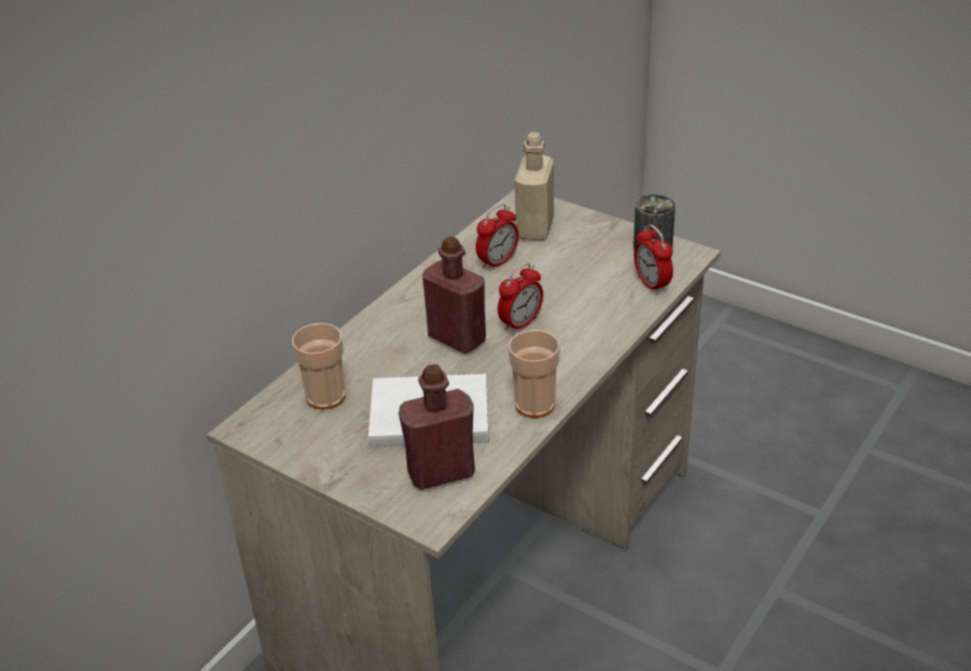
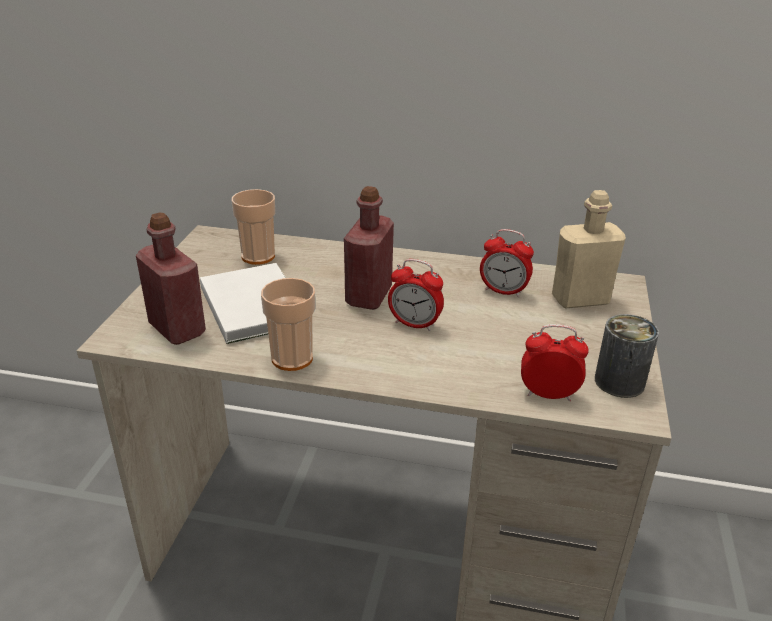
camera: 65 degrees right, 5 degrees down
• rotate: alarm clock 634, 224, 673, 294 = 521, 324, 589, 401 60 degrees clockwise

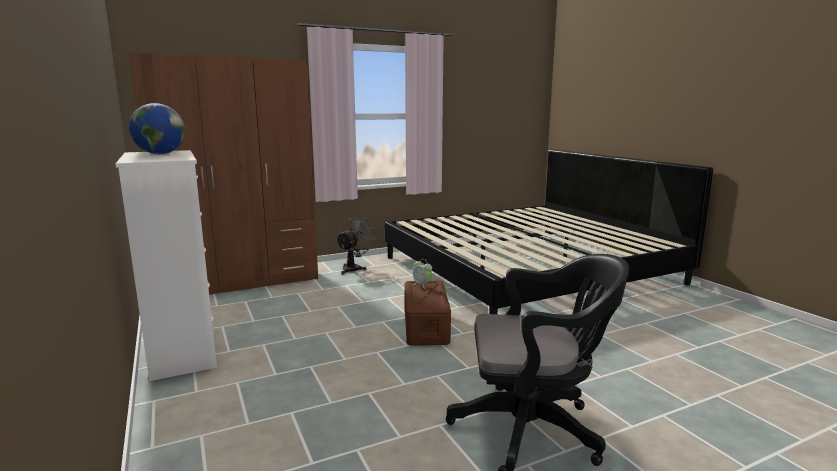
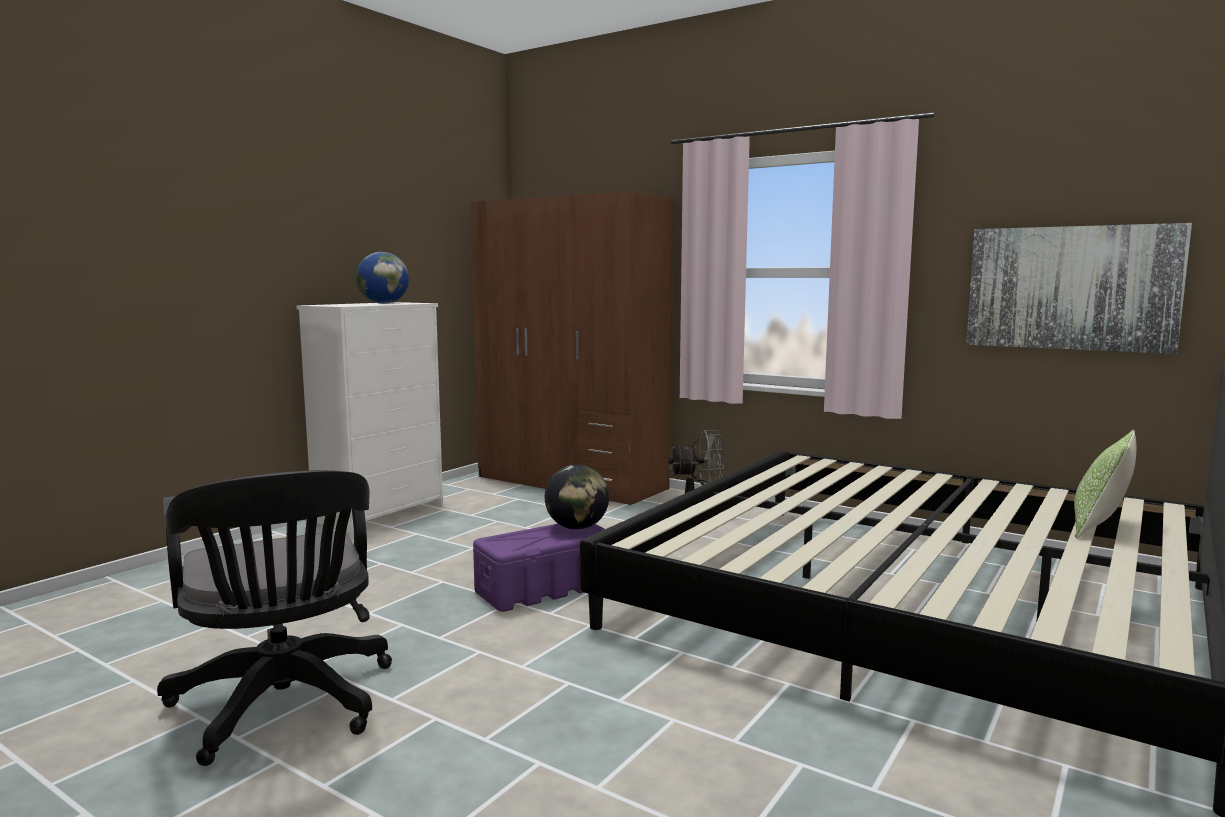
camera: 60 degrees right, 5 degrees down
• recolor: brownish storage container 405, 281, 451, 346 to purple-coloured storage container 473, 524, 605, 612
• replace: alarm clock 413, 259, 432, 289 to globe 545, 465, 609, 530
• insert: picture 966, 223, 1192, 354
• insert: throw pillow 1074, 430, 1136, 539

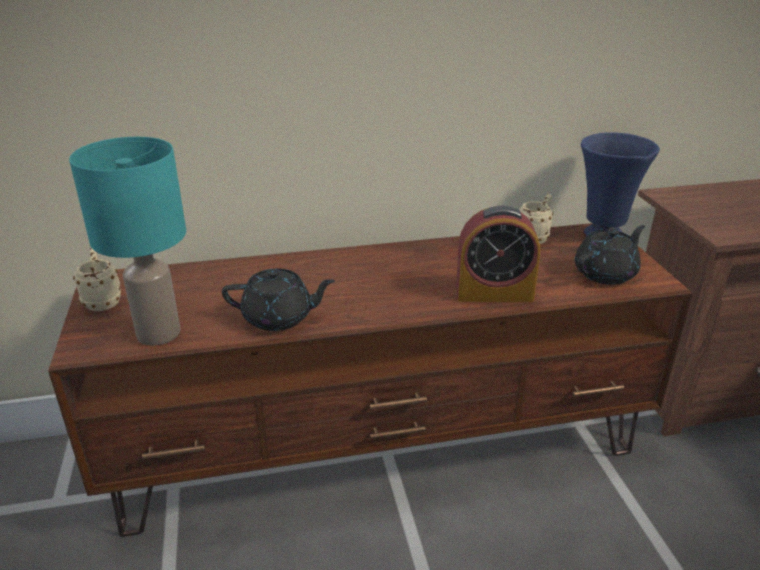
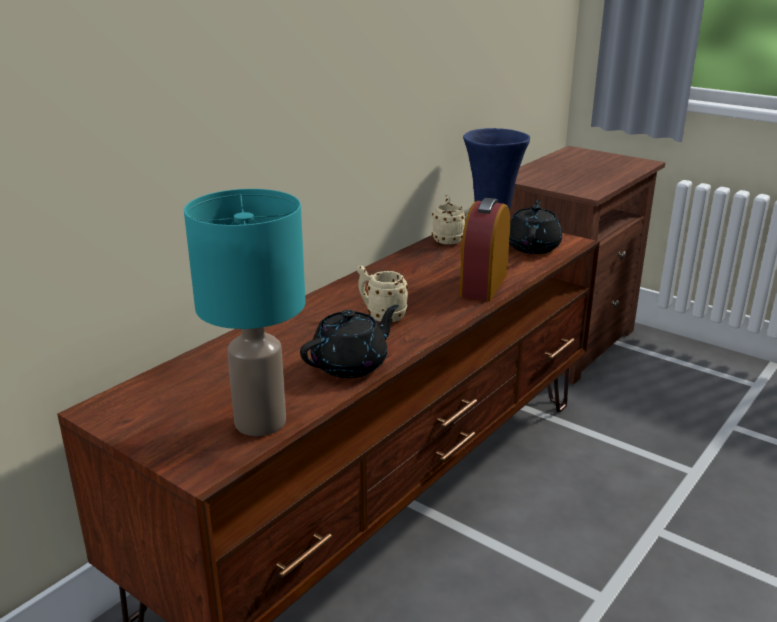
camera: 40 degrees left, 5 degrees down
• move: beige coffee mug 73, 248, 121, 311 to 357, 266, 408, 322
• rotate: alarm clock 456, 206, 540, 302 = 460, 198, 510, 301 150 degrees clockwise

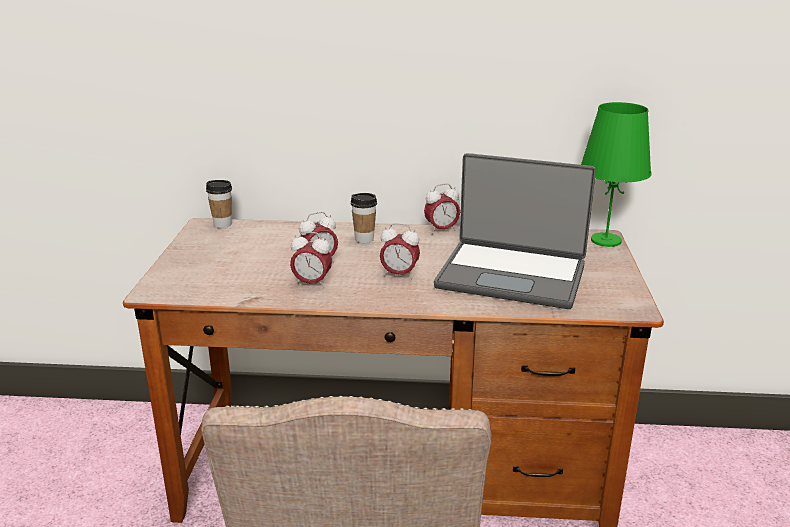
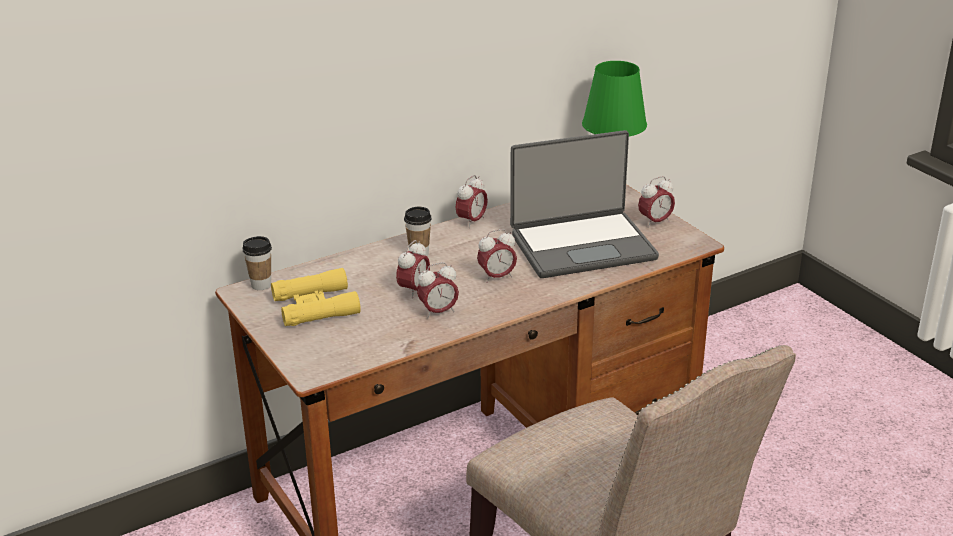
camera: 35 degrees left, 5 degrees up
• insert: yellow binoculars 271, 268, 361, 326
• insert: alarm clock 638, 176, 675, 228

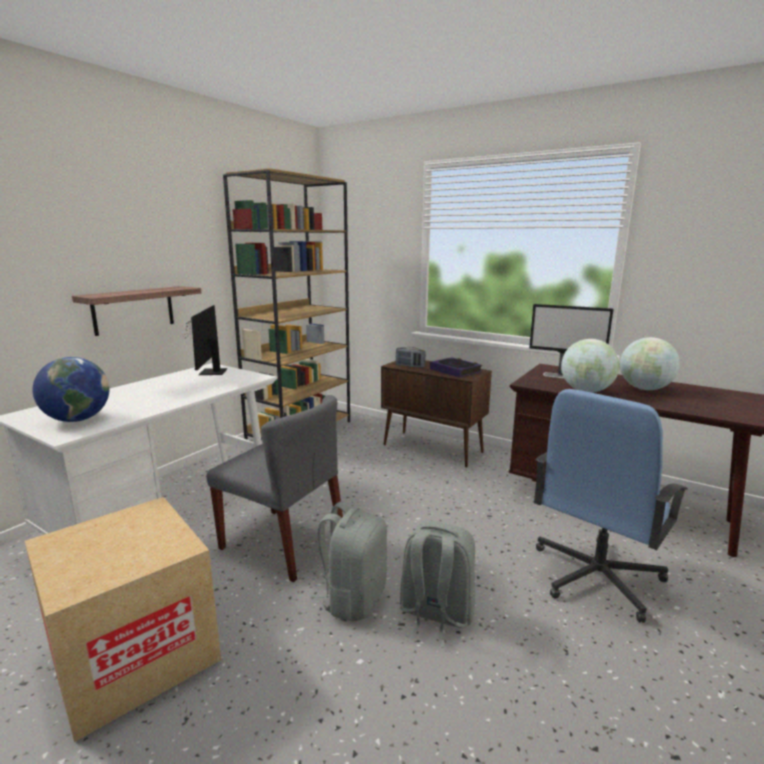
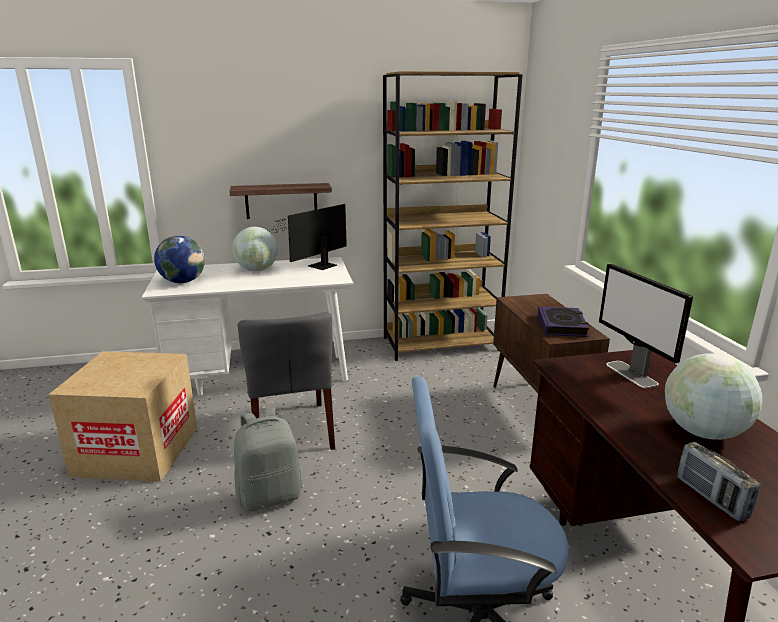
camera: 45 degrees right, 5 degrees up
• move: radio 396, 347, 426, 368 to 677, 442, 760, 521
• delete: greyish backpack 400, 521, 475, 648
• move: globe 561, 339, 619, 393 to 232, 227, 278, 271

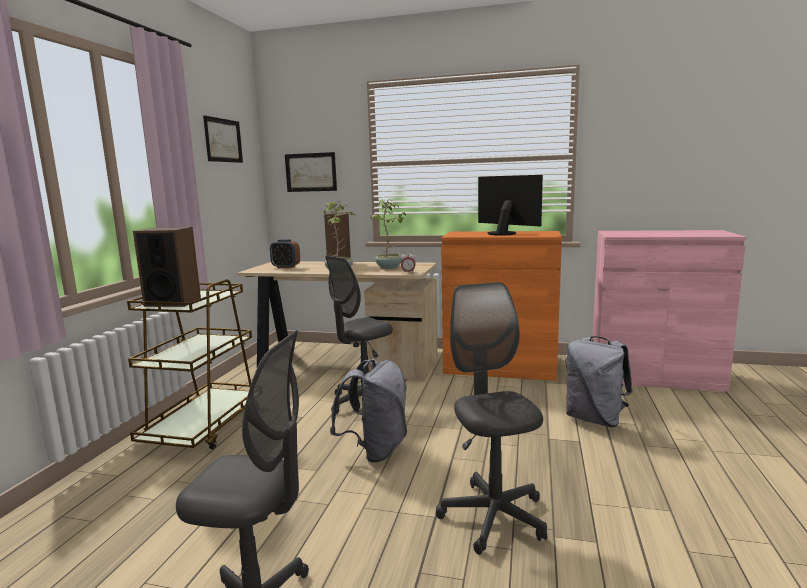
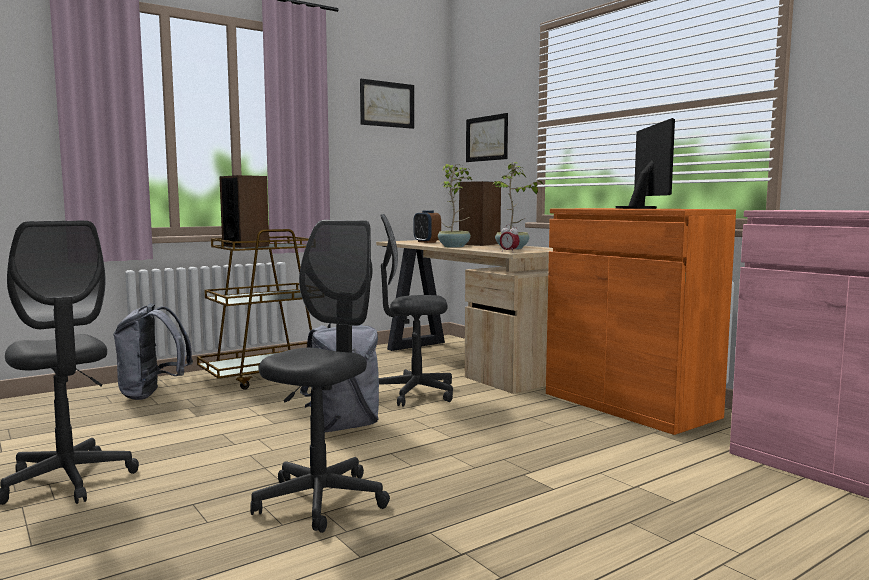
camera: 40 degrees right, 5 degrees down
• move: greyish backpack 566, 336, 633, 427 to 113, 303, 193, 400

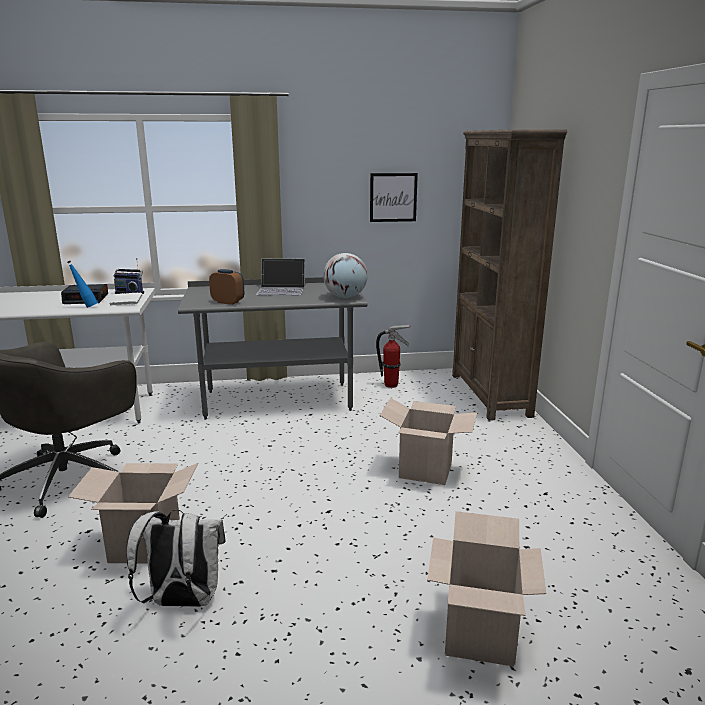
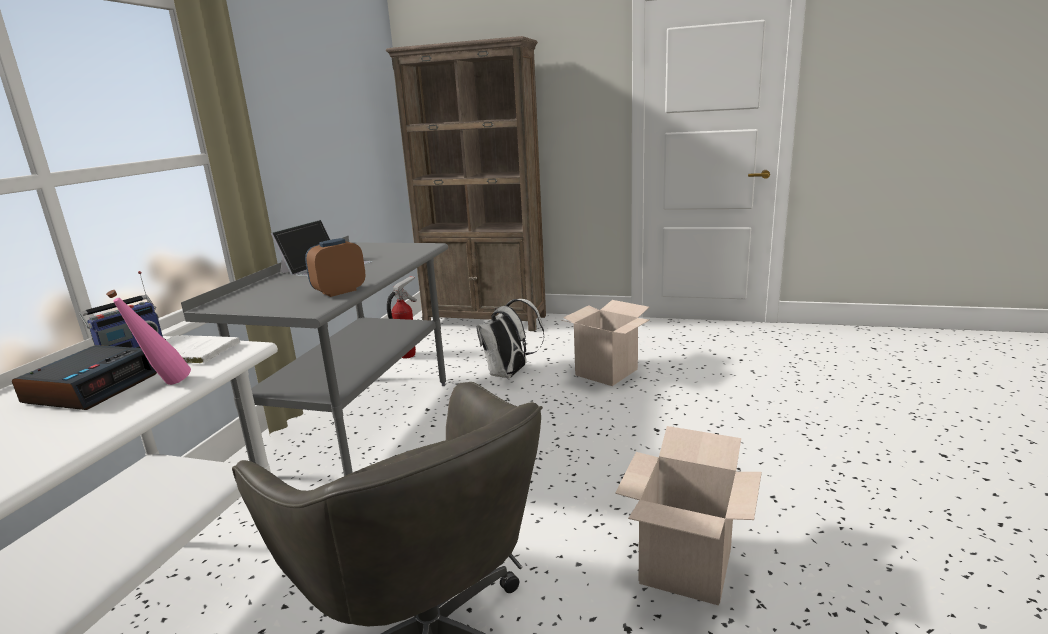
camera: 65 degrees left, 0 degrees up
• recolor: blue-coloured bottle 67, 261, 98, 308 to pink bottle 106, 290, 191, 385
• move: white-coloured backpack 127, 510, 226, 607 to 476, 299, 544, 379
• delete: globe 323, 253, 368, 298
• delete: picture 370, 173, 418, 222
• delete: cardboard box 427, 511, 546, 666

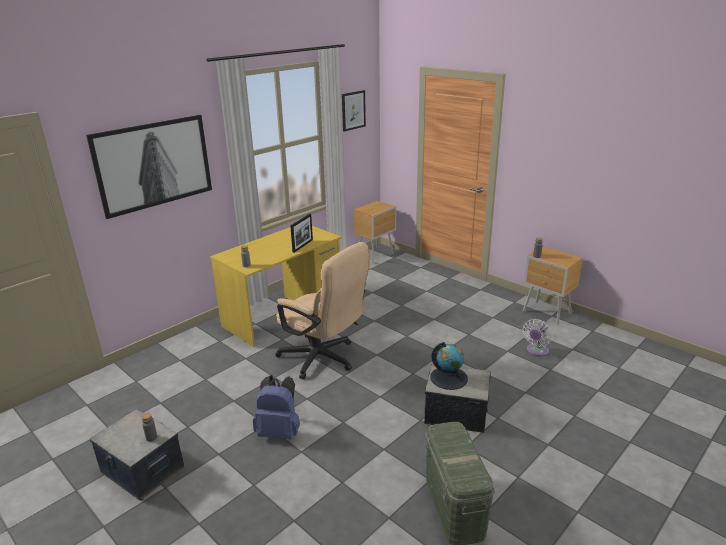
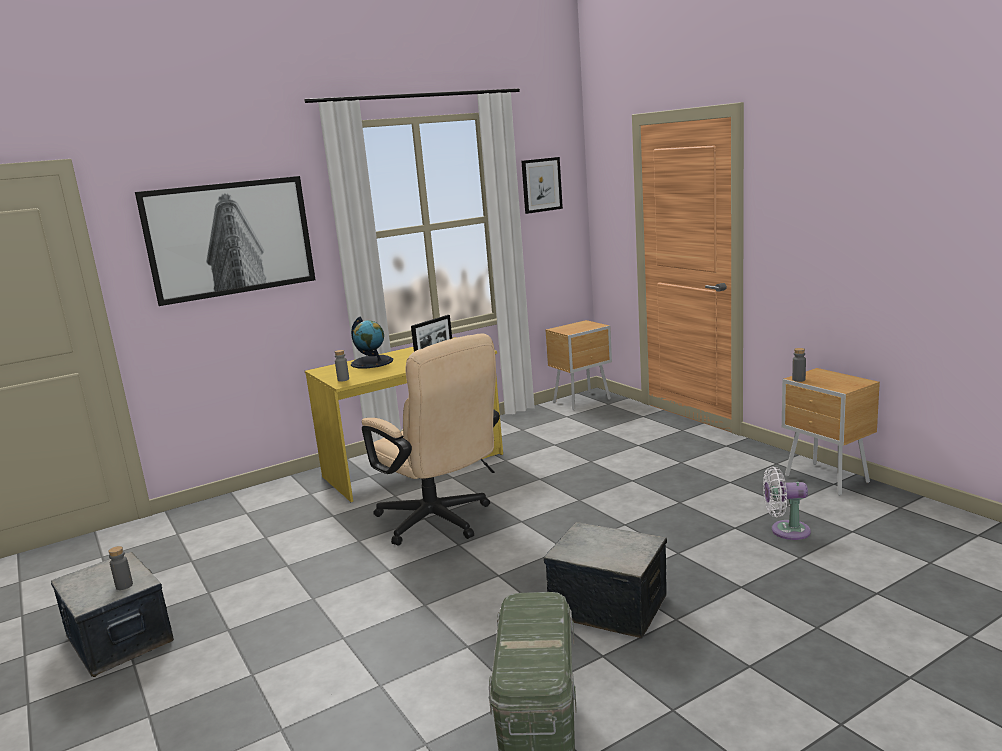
camera: 15 degrees right, 10 degrees down
• delete: blue-coloured backpack 253, 375, 300, 439
• move: globe 431, 342, 468, 390 to 351, 316, 393, 369
• rotate: white-coloured cooling fan 523, 319, 552, 357 = 763, 467, 811, 540 45 degrees clockwise

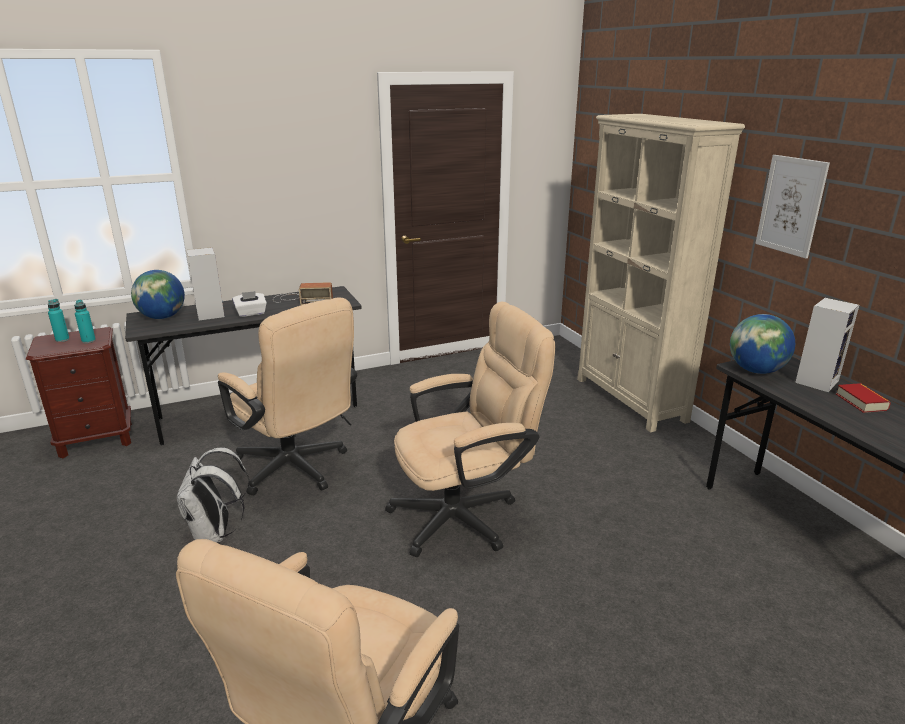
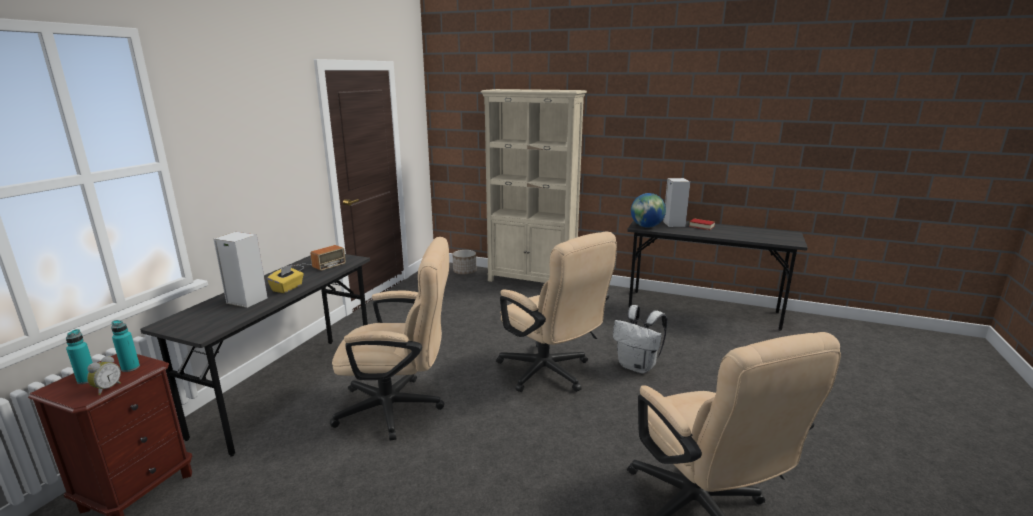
camera: 45 degrees left, 5 degrees down
• delete: globe 131, 270, 185, 319
• move: white-coloured backpack 177, 448, 250, 542 to 613, 305, 667, 374
• recolor: white-coloured tissue box 232, 291, 267, 317 to yellow tissue box 267, 265, 304, 293
• rotate: beige office chair 385, 302, 555, 557 = 496, 232, 617, 392 120 degrees clockwise
• delete: picture 755, 155, 830, 259
• insert: alarm clock 87, 356, 121, 395
• insert: flower pot 453, 250, 476, 274

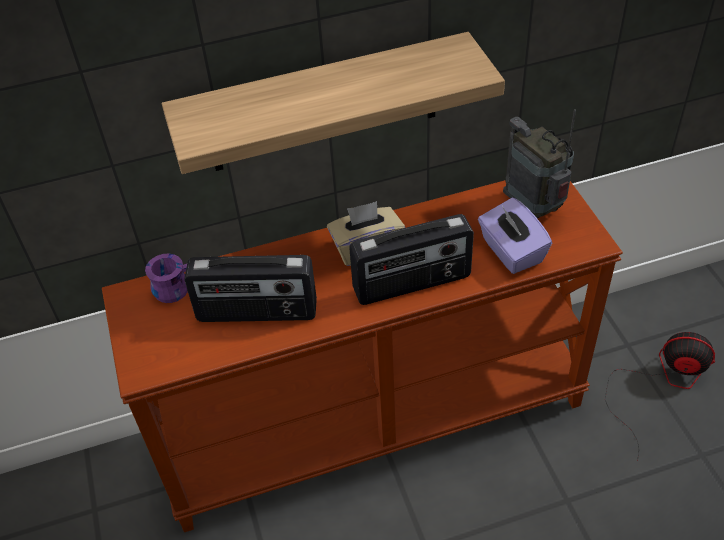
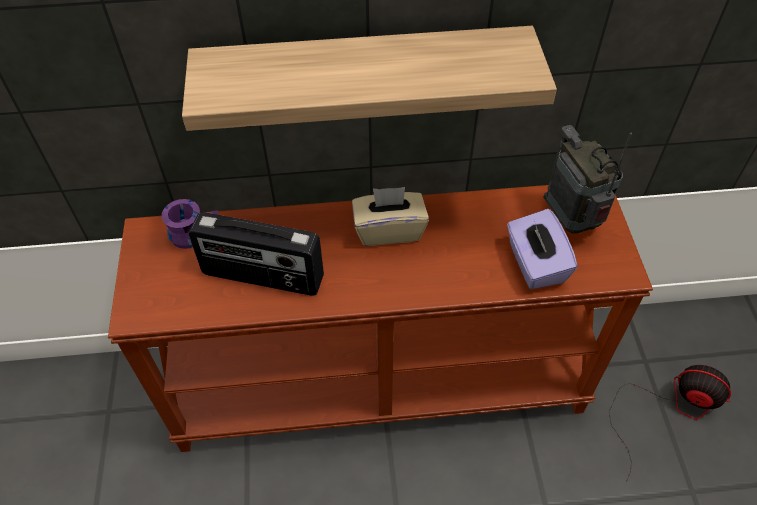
camera: 10 degrees right, 5 degrees up
• delete: radio 349, 214, 474, 305

